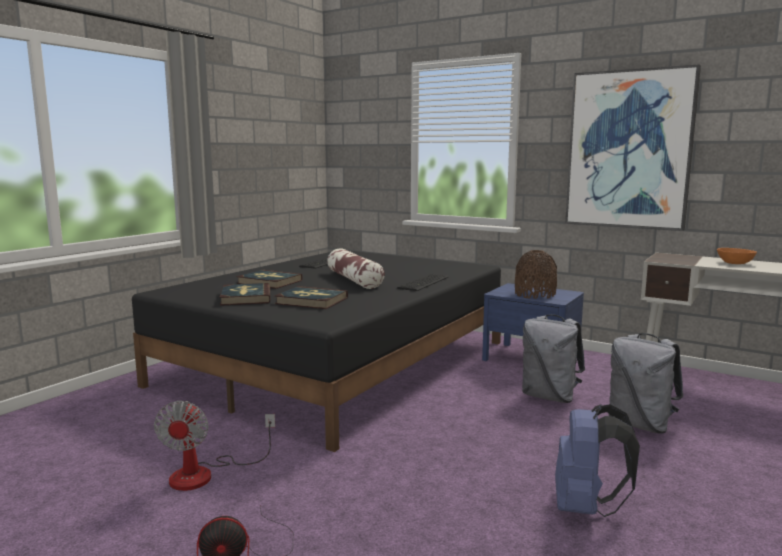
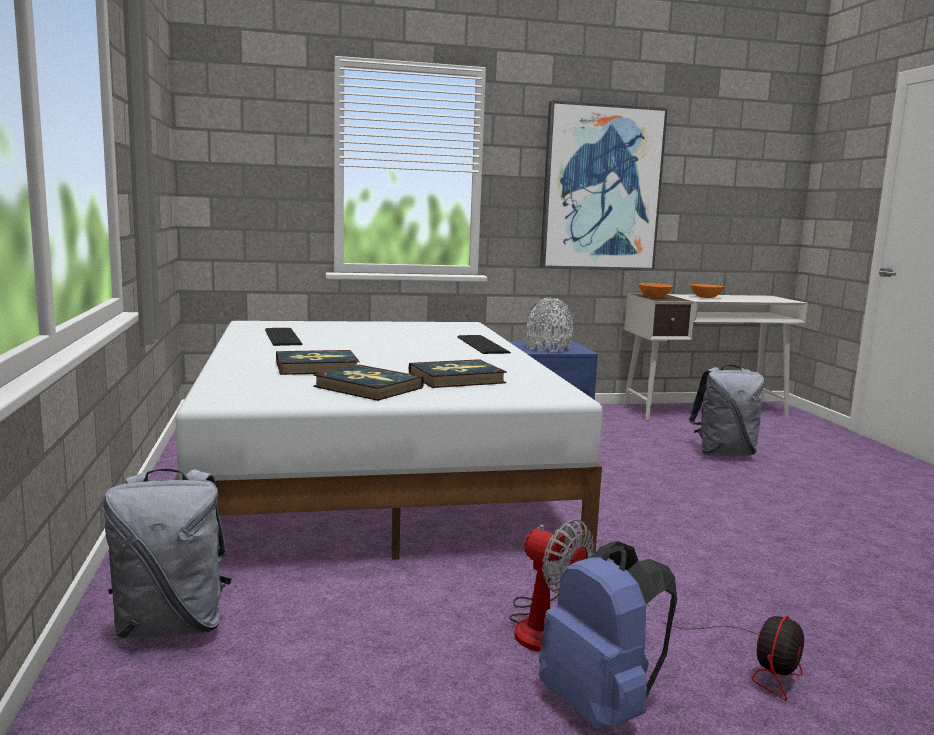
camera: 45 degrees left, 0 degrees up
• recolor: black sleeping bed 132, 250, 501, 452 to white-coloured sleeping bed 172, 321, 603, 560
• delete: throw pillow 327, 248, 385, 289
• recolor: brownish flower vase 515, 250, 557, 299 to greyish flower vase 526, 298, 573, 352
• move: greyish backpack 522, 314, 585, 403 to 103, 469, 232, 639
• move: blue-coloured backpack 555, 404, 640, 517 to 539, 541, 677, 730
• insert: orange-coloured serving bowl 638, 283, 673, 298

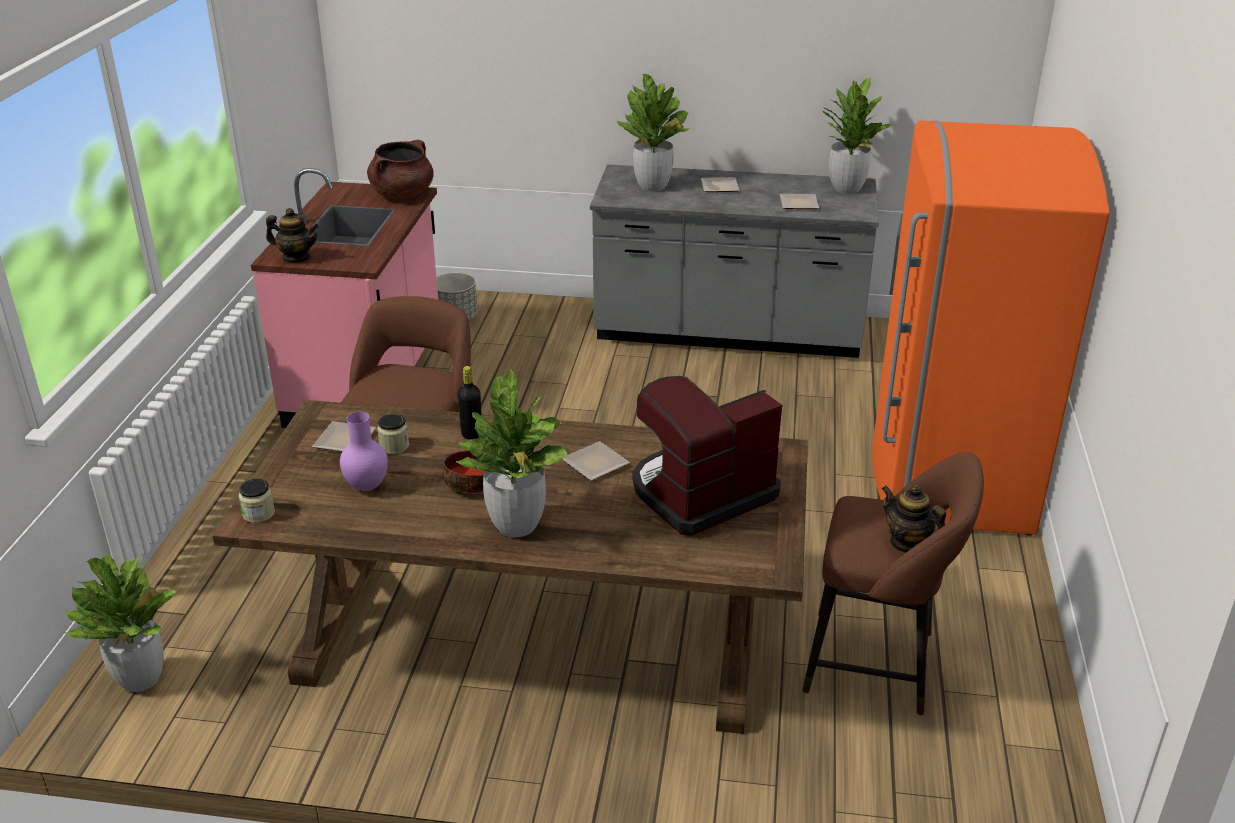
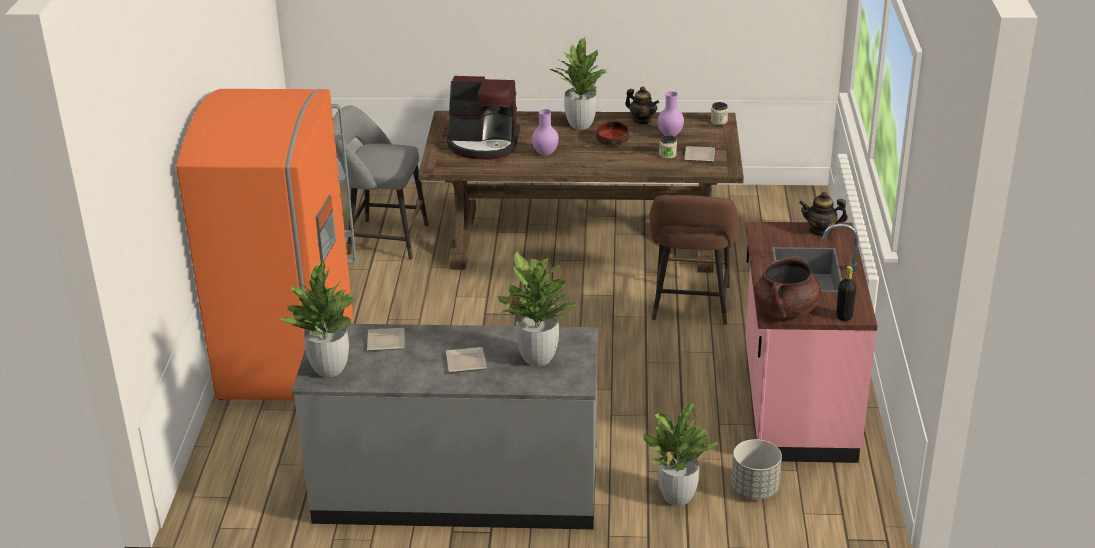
camera: 175 degrees right, 0 degrees up
• move: houseplant 64, 553, 177, 692 to 643, 402, 718, 506
• move: black bottle 457, 366, 482, 440 to 836, 266, 856, 321
• replace: flat dish 562, 441, 630, 481 to purple-coloured flower vase 532, 109, 559, 156
• rotate: coffee machine 632, 376, 782, 536 = 447, 76, 520, 160 45 degrees clockwise
• recolor: brownish stool 802, 452, 984, 715 to greyish stool 333, 106, 429, 260
• move: teapot 882, 485, 946, 553 to 625, 87, 659, 124

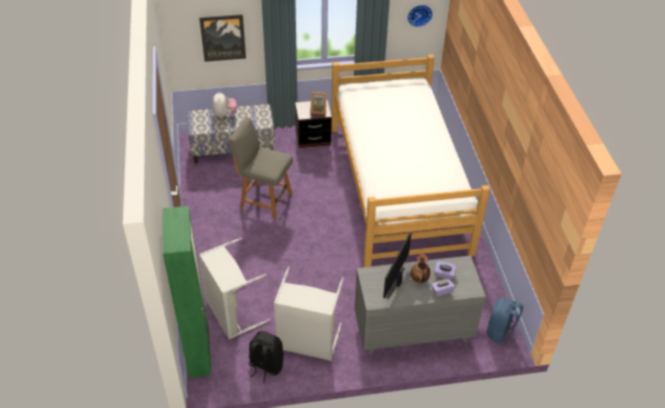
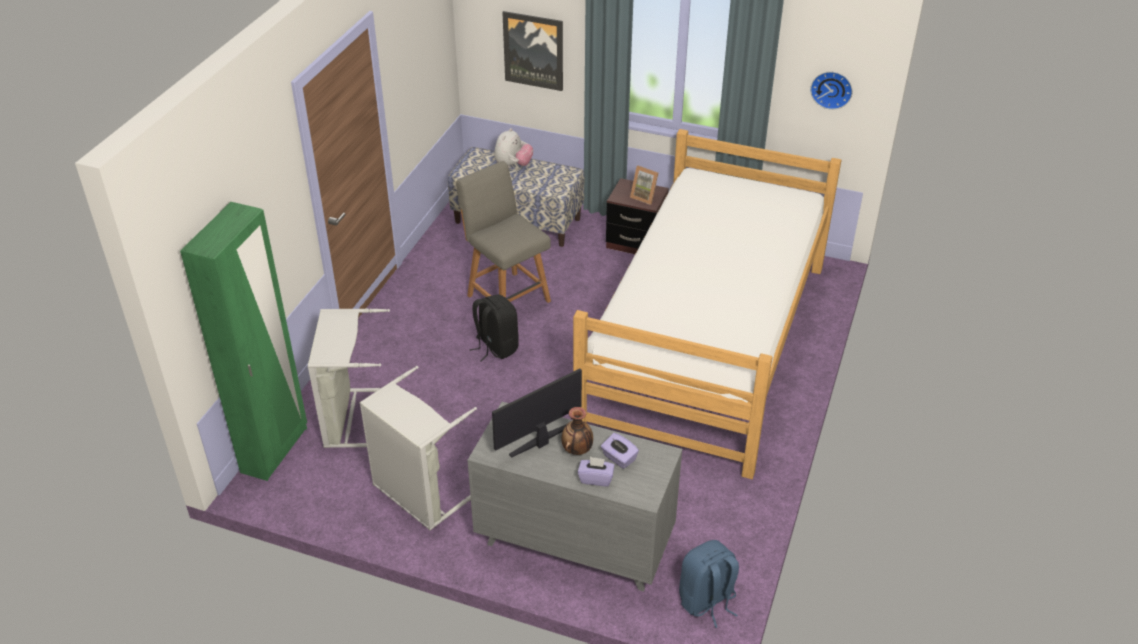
camera: 30 degrees right, 5 degrees down
• move: black backpack 249, 331, 284, 383 to 469, 294, 519, 362

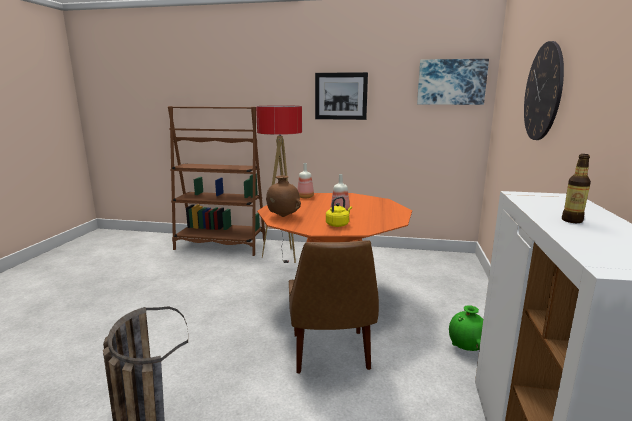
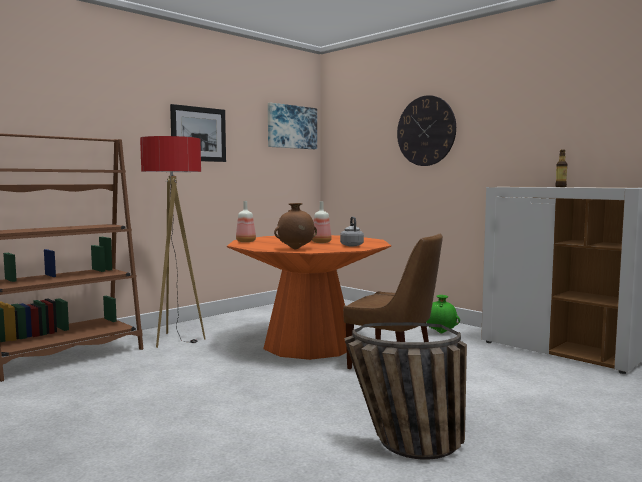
camera: 55 degrees left, 10 degrees down
• recolor: yellow kettle 326, 196, 352, 227 to greyish kettle 340, 217, 364, 246

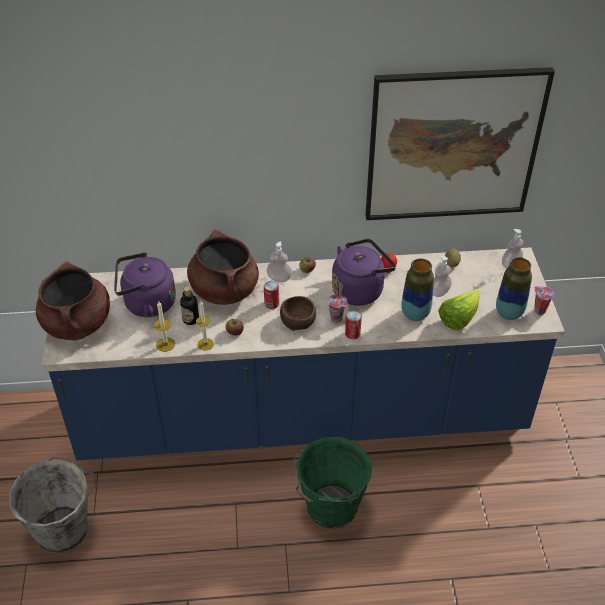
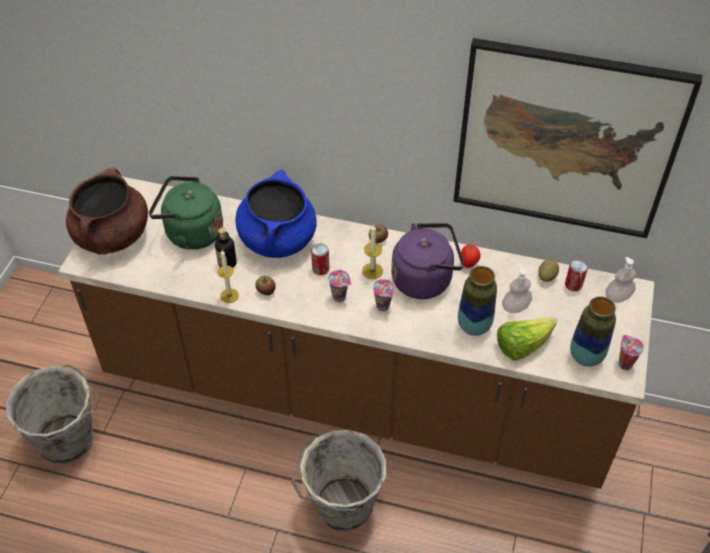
camera: 20 degrees right, 5 degrees up
• recolor: blue-coloured counter 42, 247, 565, 460 to brownish counter 58, 177, 654, 489
• recolor: purple-coloured kettle 114, 252, 176, 317 to green kettle 149, 176, 223, 250
• move: candle 154, 301, 175, 352 to 362, 224, 383, 279
• recolor: brownish stockpot 187, 229, 259, 305 to blue-coloured stockpot 235, 170, 317, 258
• delete: liquid soap bottle 266, 242, 292, 282
• replace: brownish serving bowl 280, 296, 316, 331 to cup 328, 270, 351, 302
• recolor: green bucket 293, 437, 372, 529 to greyish bucket 292, 430, 386, 531
• move: metal can 345, 310, 362, 339 to 565, 259, 588, 291

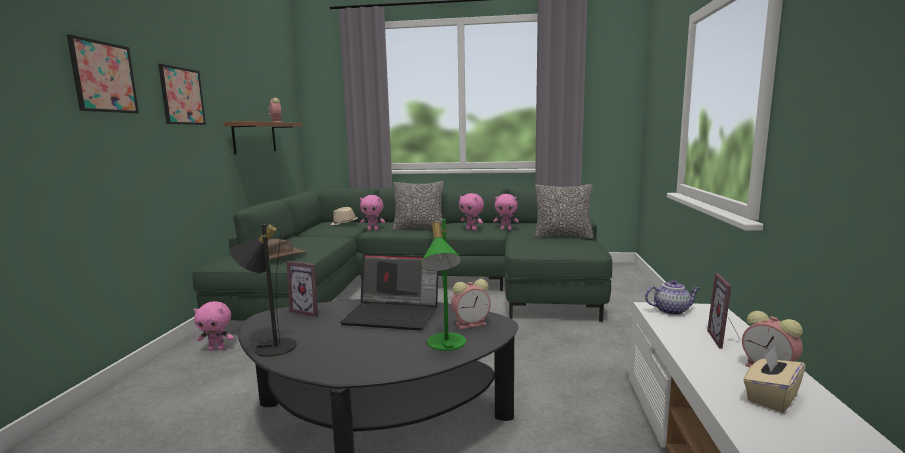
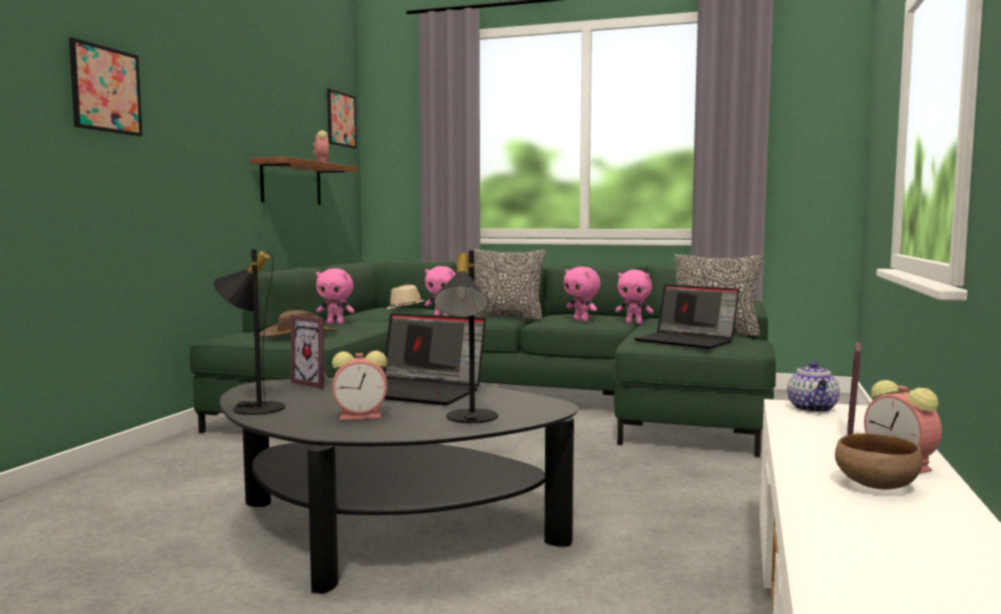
camera: 10 degrees right, 5 degrees down
• move: picture 158, 64, 206, 125 to 327, 89, 357, 148
• move: pink plush toy 193, 301, 234, 351 to 316, 268, 355, 324
• recolor: green tabletop lamp 420, 219, 466, 351 to black tabletop lamp 434, 250, 498, 423
• move: alarm clock 451, 279, 491, 329 to 332, 351, 387, 420
• rotate: teapot 645, 280, 700, 315 = 787, 362, 840, 412 90 degrees clockwise
• replace: beige tissue box 743, 347, 806, 413 to brownish serving bowl 835, 433, 922, 490
• insert: laptop 634, 284, 739, 349

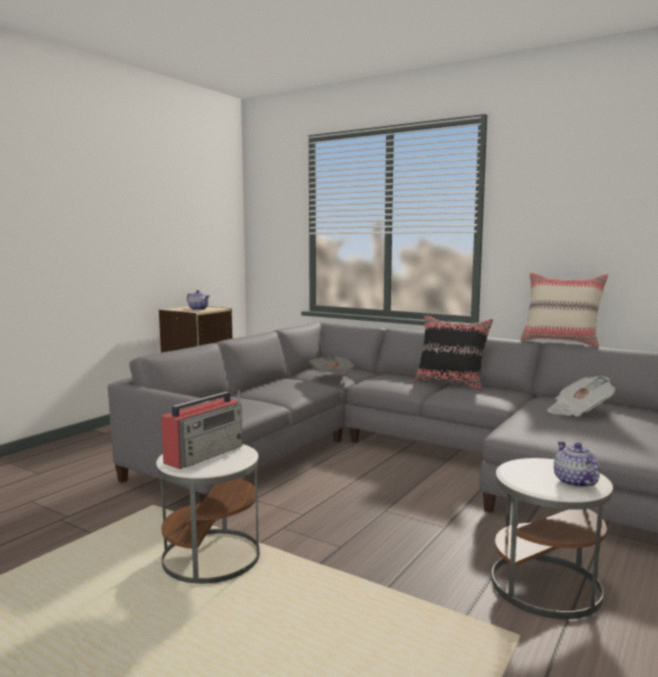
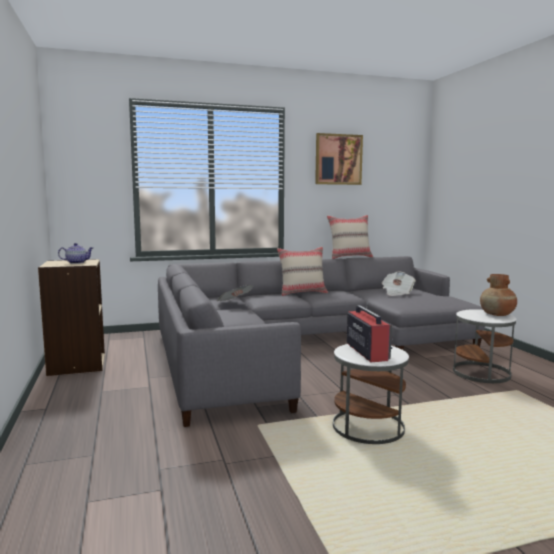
camera: 50 degrees left, 0 degrees up
• recolor: black throw pillow 414, 315, 493, 390 to beige throw pillow 277, 247, 328, 296
• replace: teapot 554, 441, 600, 488 to brownish flower vase 480, 274, 517, 316
• insert: picture 315, 133, 363, 185

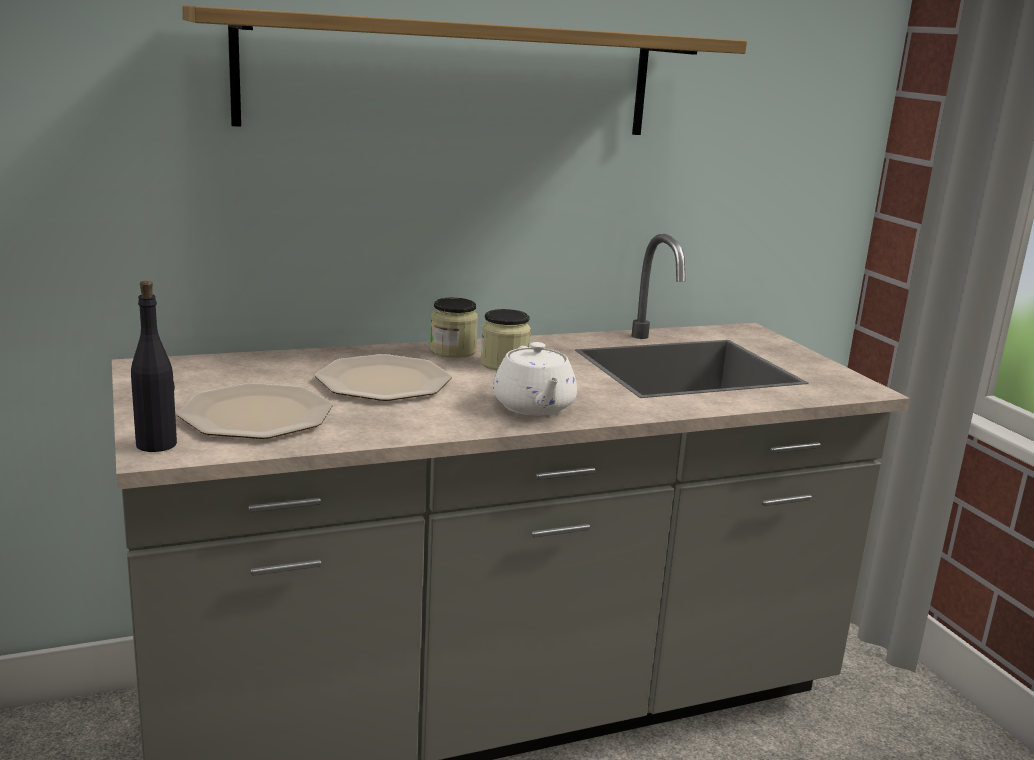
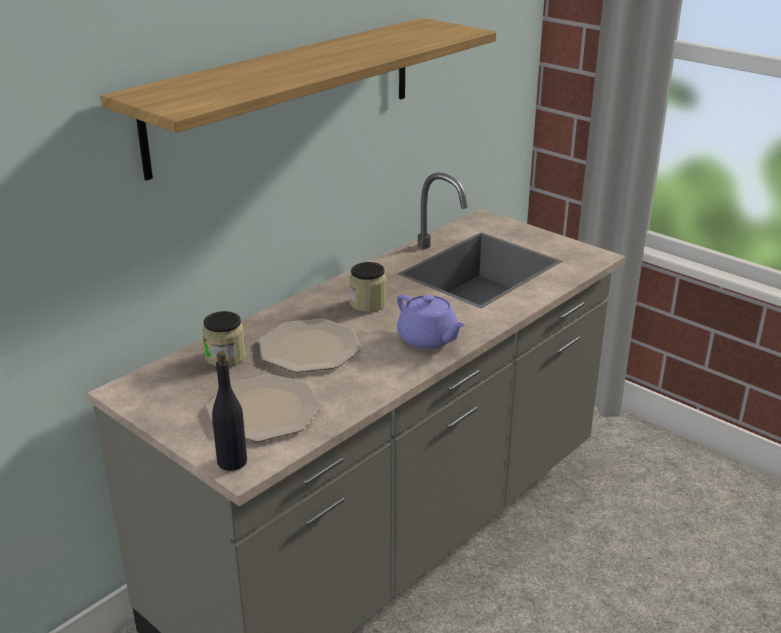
camera: 25 degrees left, 10 degrees up
• move: storage jar 430, 297, 478, 358 to 202, 311, 246, 366
• recolor: white-coloured teapot 493, 342, 577, 416 to purple-coloured teapot 397, 295, 465, 349

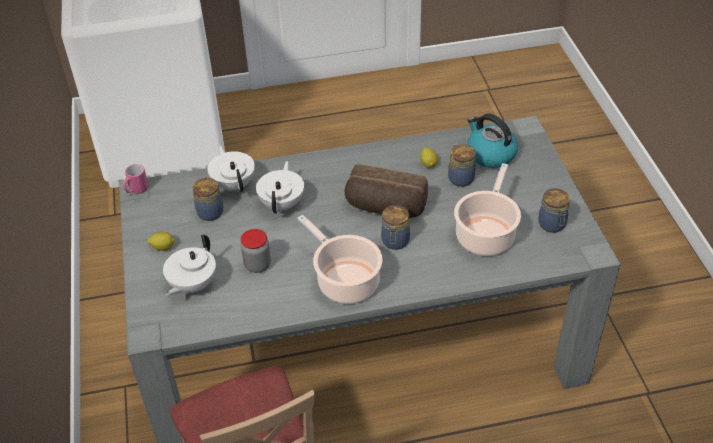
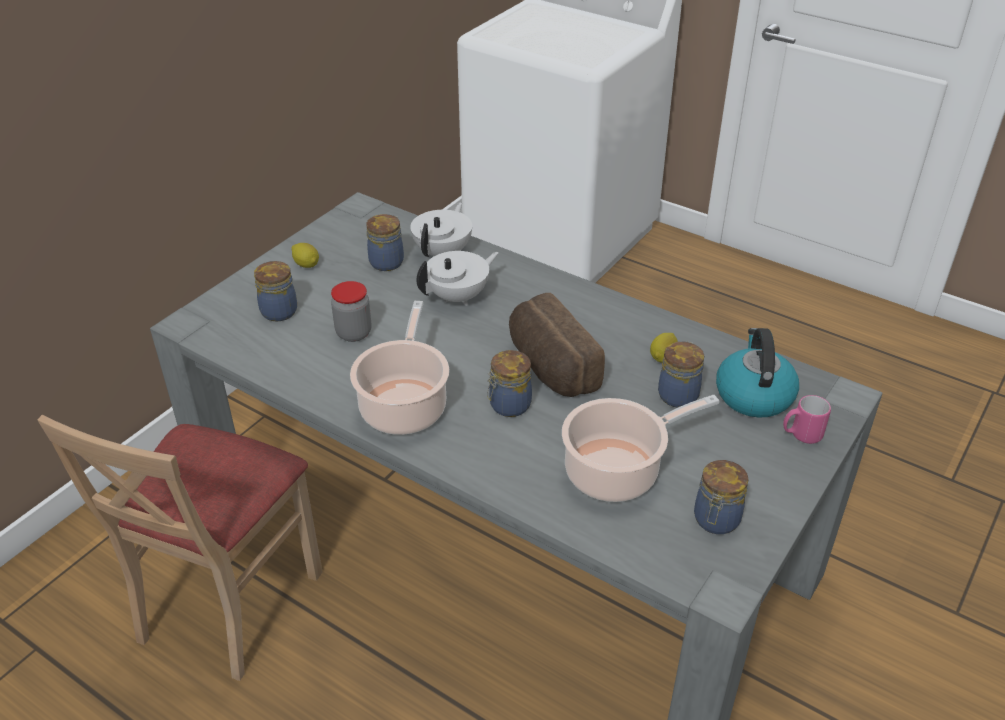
camera: 45 degrees right, 5 degrees down
• move: pink coffee mug 123, 164, 149, 194 to 783, 395, 831, 444
• replace: white-coloured teapot 163, 234, 216, 295 to storage jar 254, 261, 297, 322

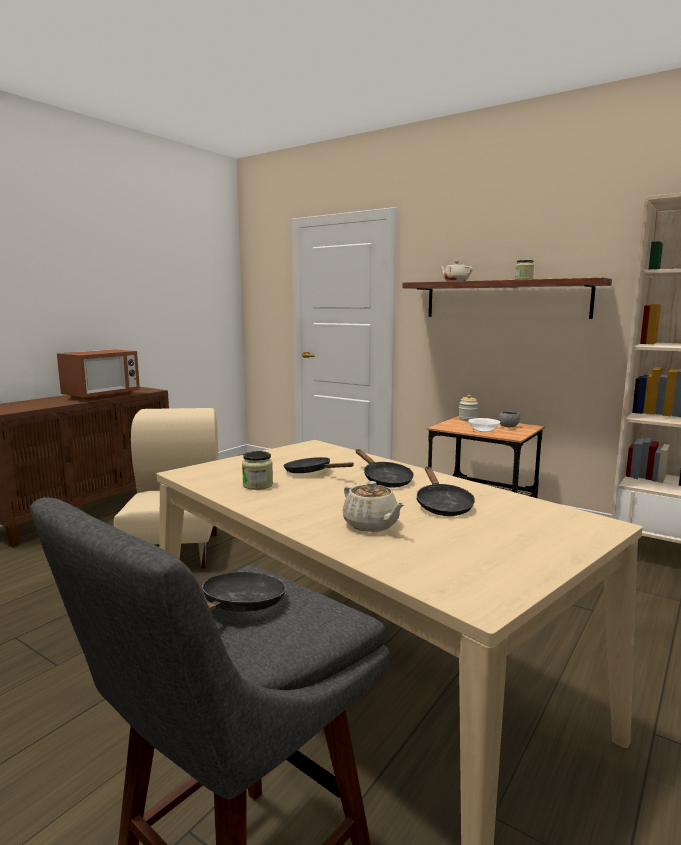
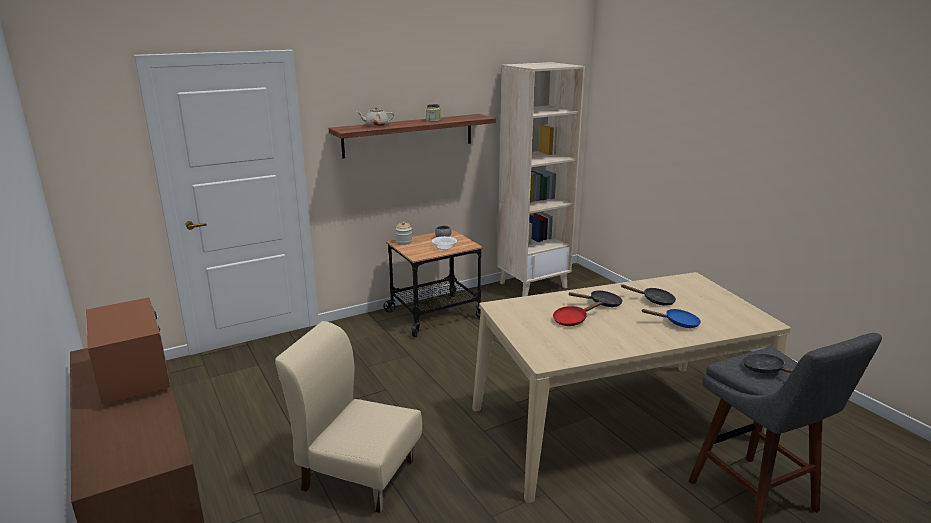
camera: 65 degrees left, 10 degrees up
• delete: storage jar 242, 451, 273, 490
• recolor: black skillet 283, 457, 354, 473 to red-coloured skillet 553, 301, 604, 326
• replace: beige teapot 343, 481, 405, 532 to blue-coloured skillet 642, 309, 701, 328

